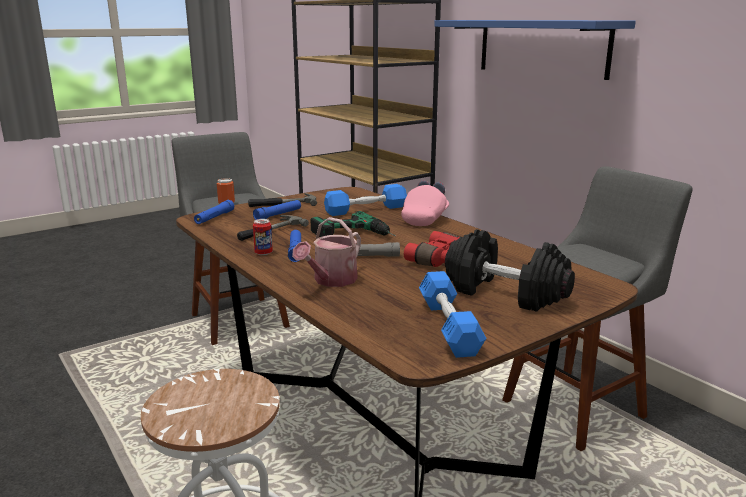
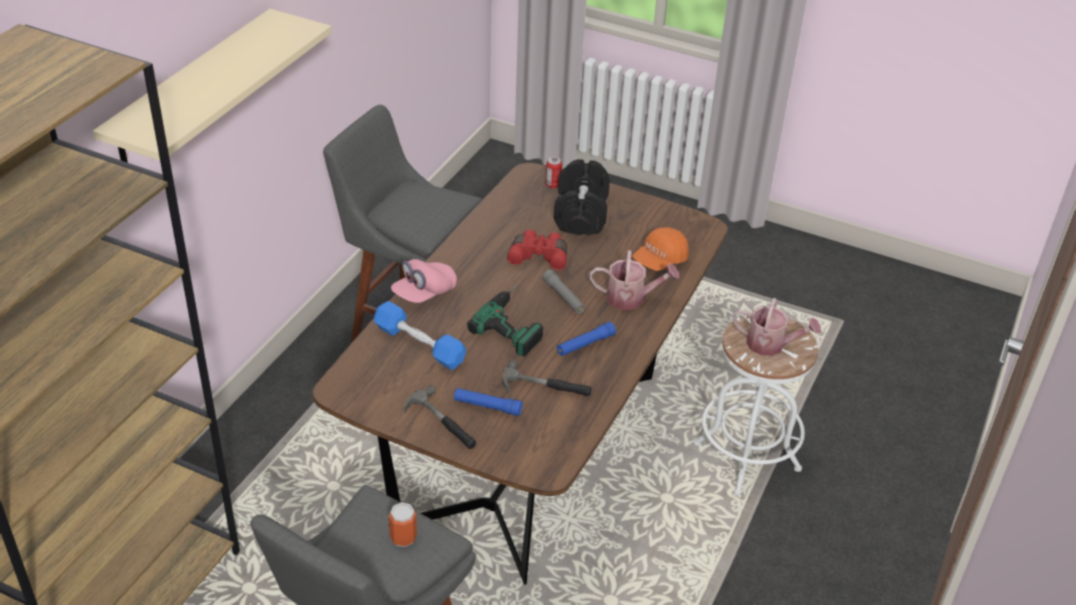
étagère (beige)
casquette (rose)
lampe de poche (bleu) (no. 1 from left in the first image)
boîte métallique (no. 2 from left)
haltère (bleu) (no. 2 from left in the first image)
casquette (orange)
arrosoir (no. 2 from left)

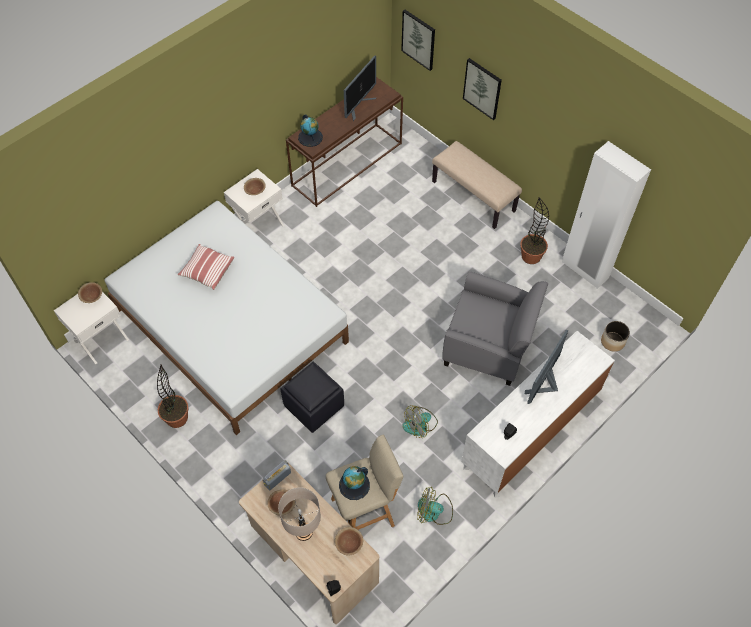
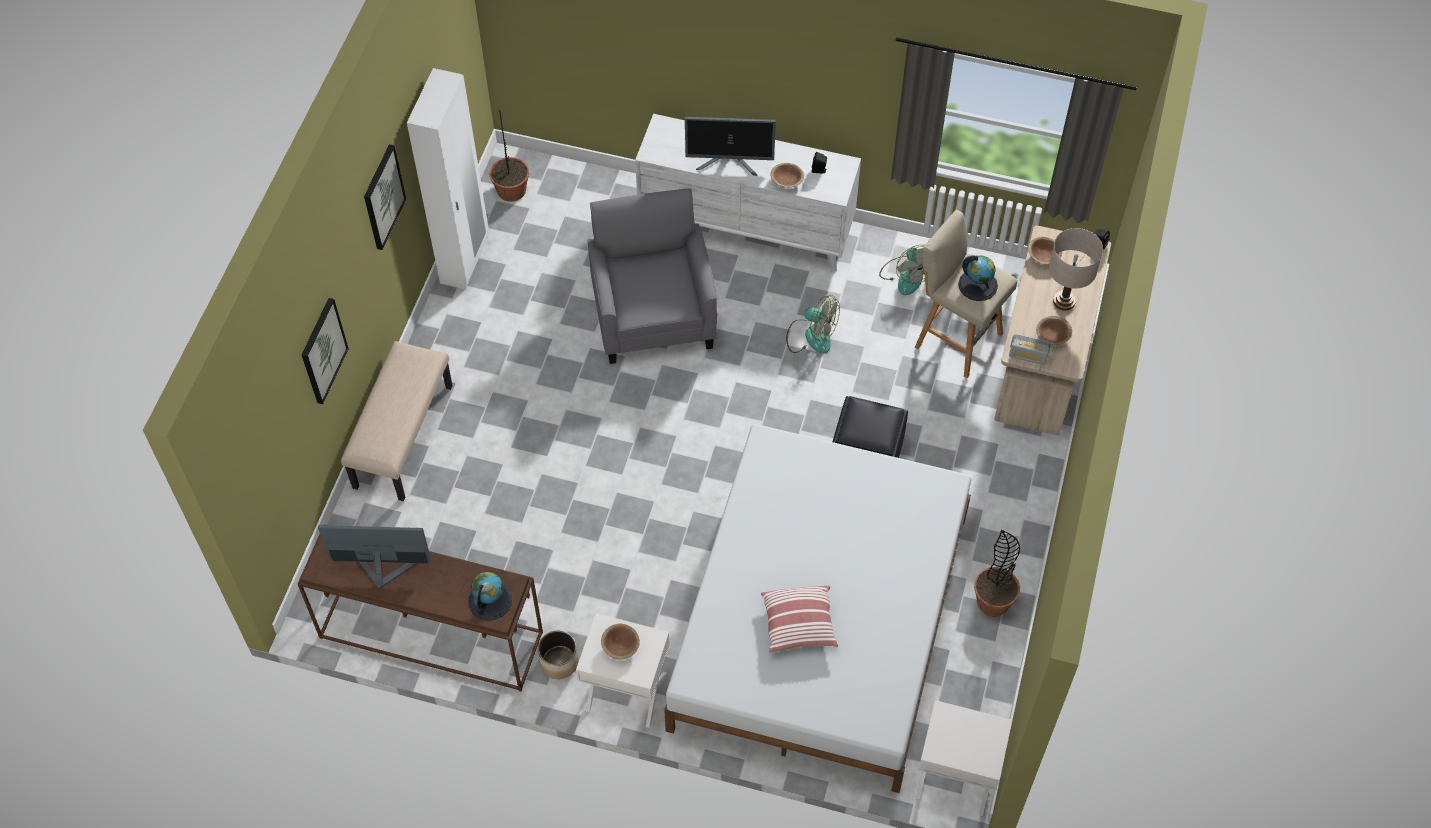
tableau (no. 2 from left)
plante en pot (no. 1 from left)
bol (marron) (no. 2 from left)
cache-pot

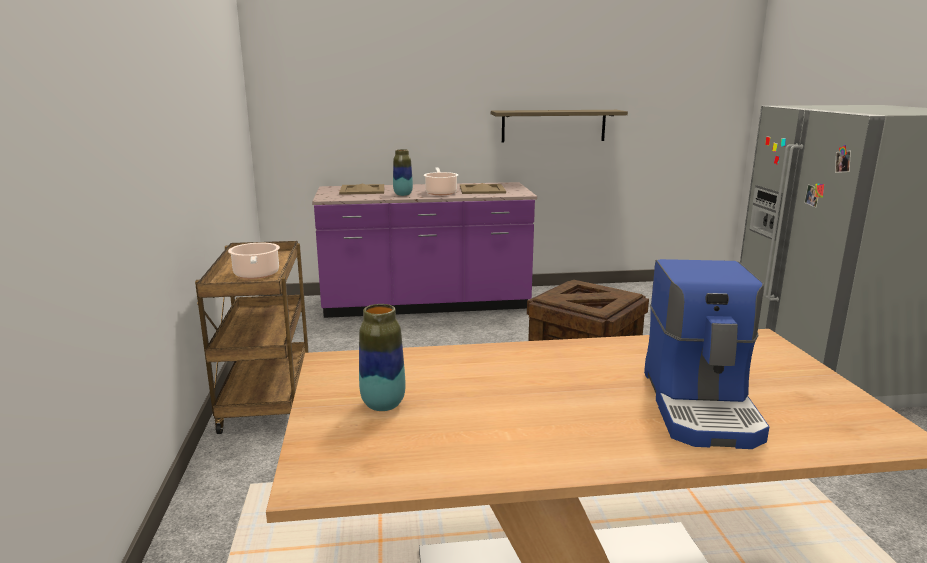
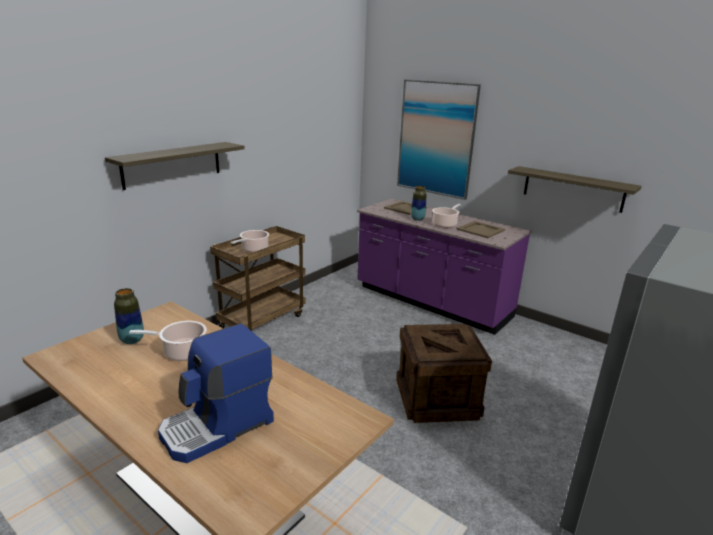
tableau
étagère (no. 1 from left)
marmite (no. 1 from left)

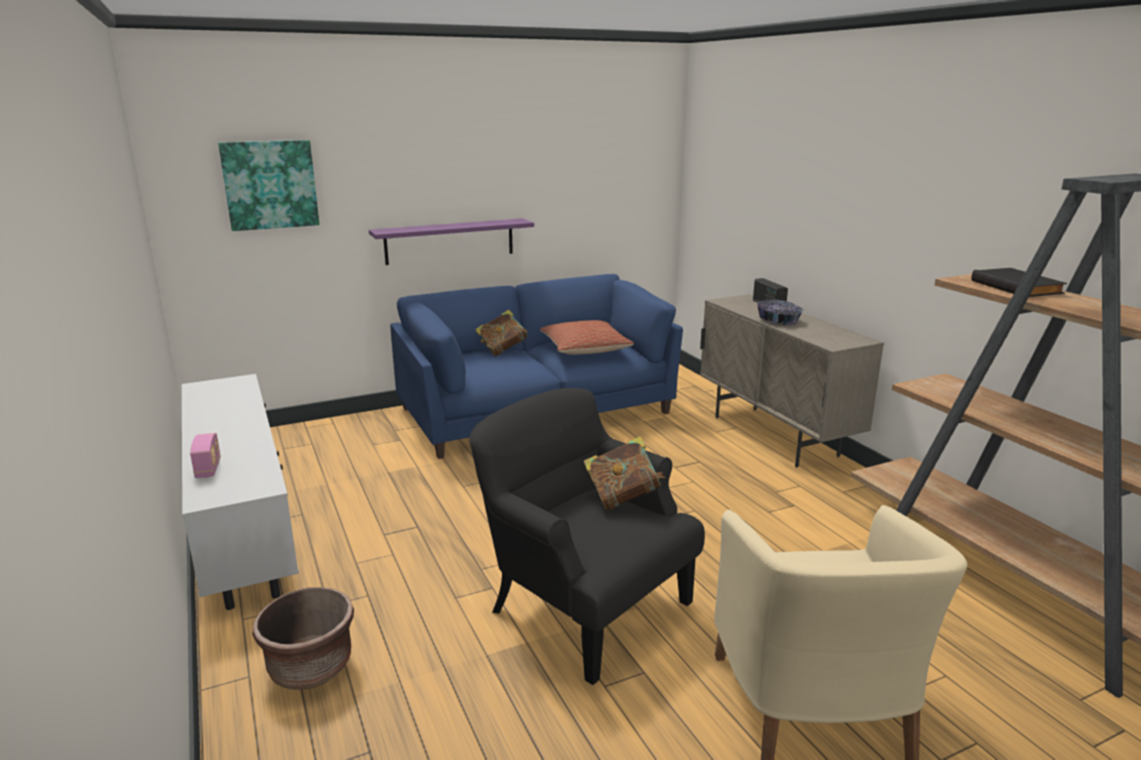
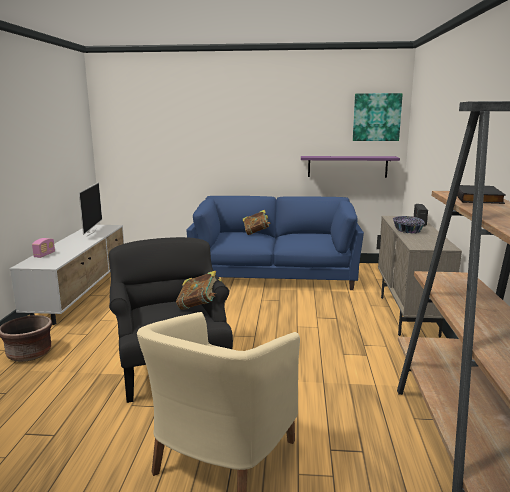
tableau
étagère (violet)
coussin
téléviseur

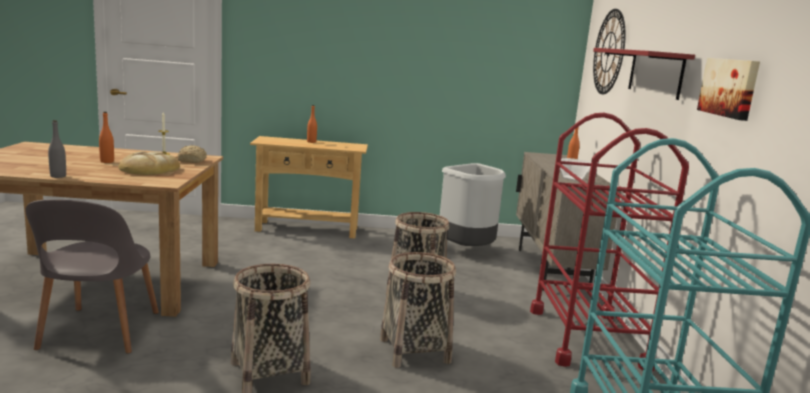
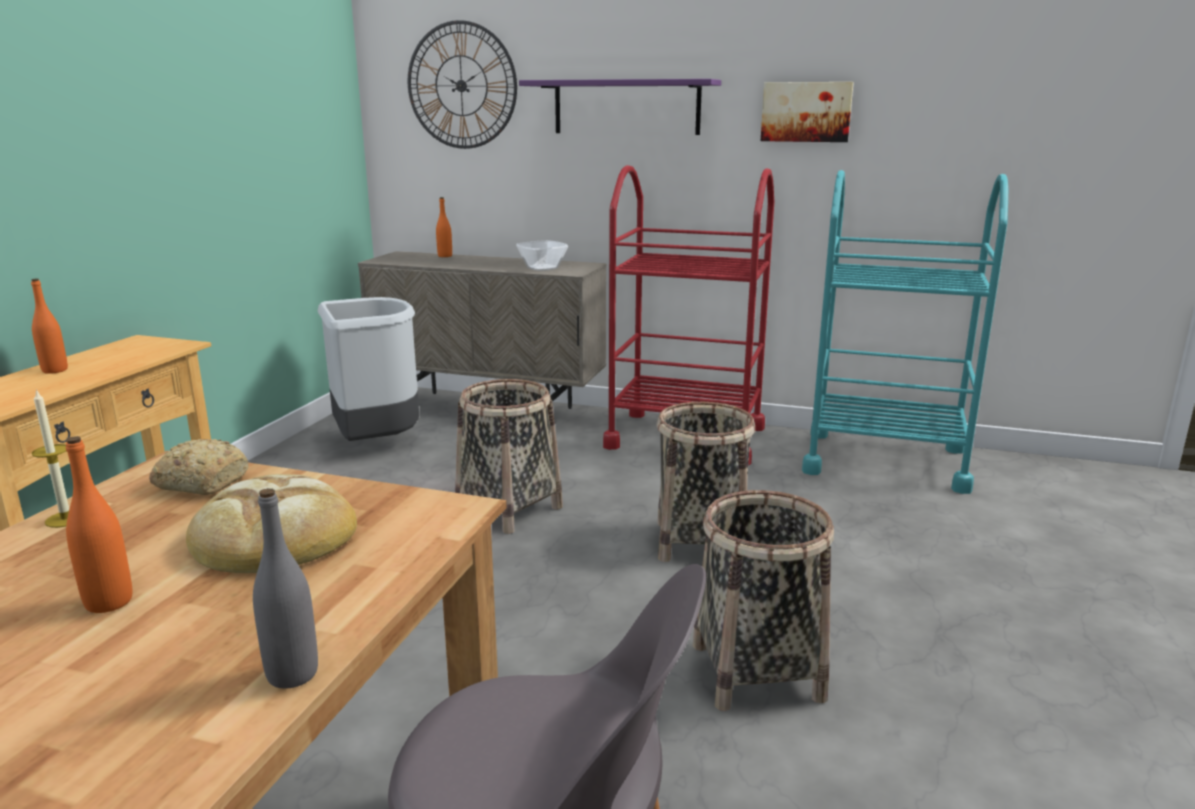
étagère (violet)

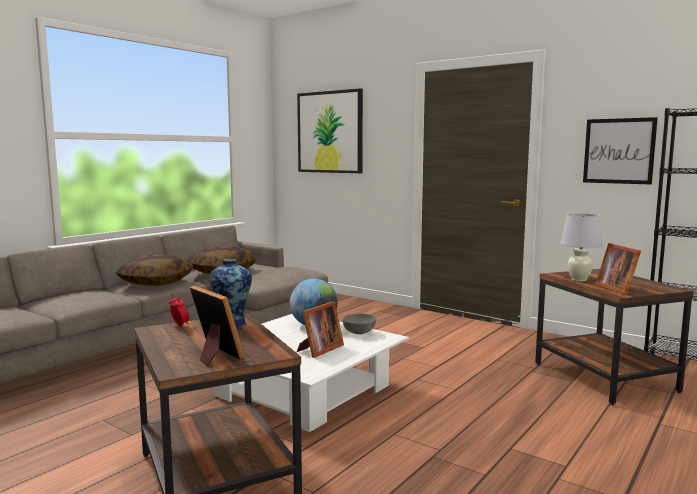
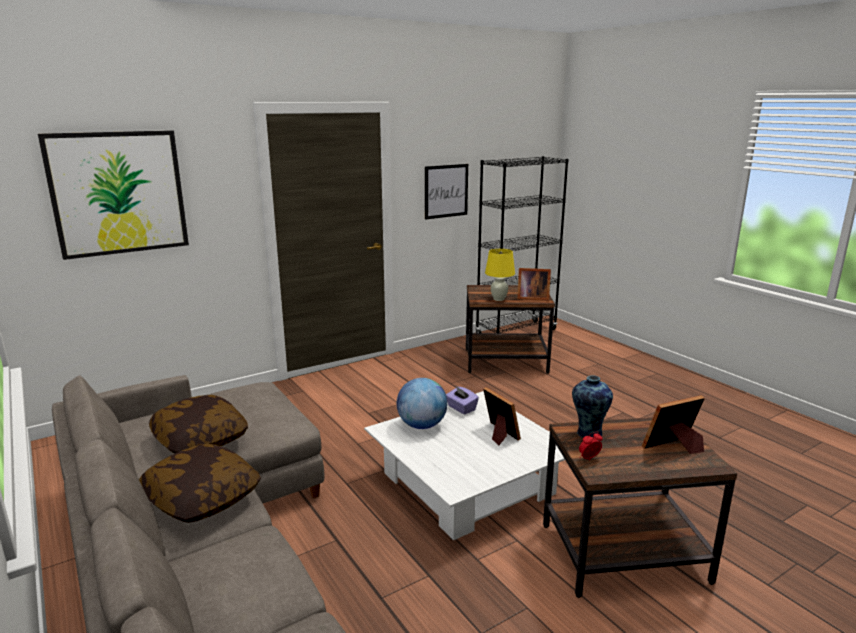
lampe de table (jaune)
boîte à mouchoirs (violet)

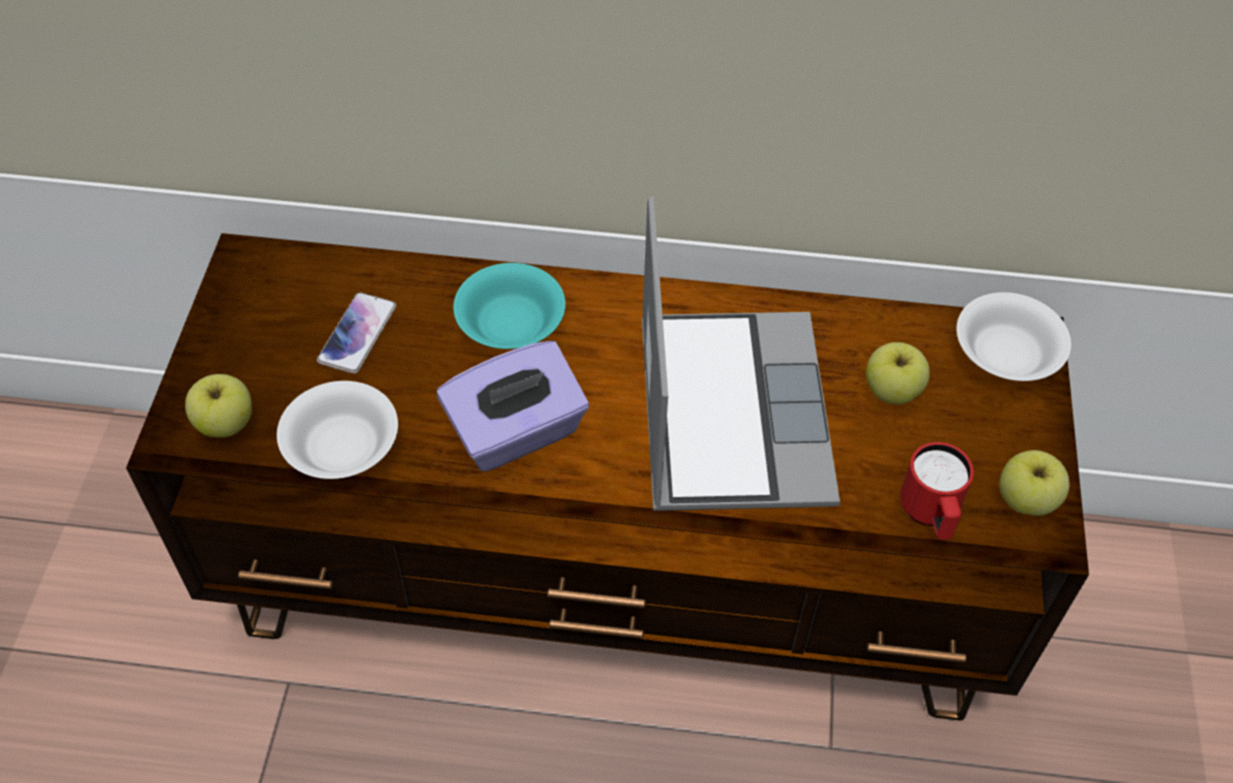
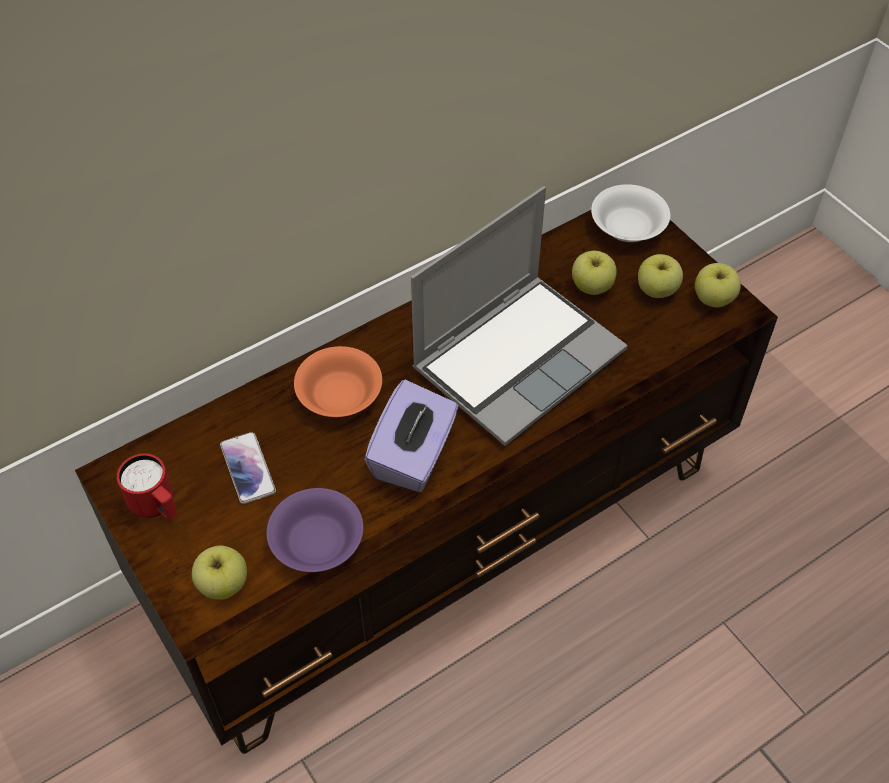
ordinateur portable
bol (orange)
bol (violet)
mug (rouge)
pomme (no. 3 from left)

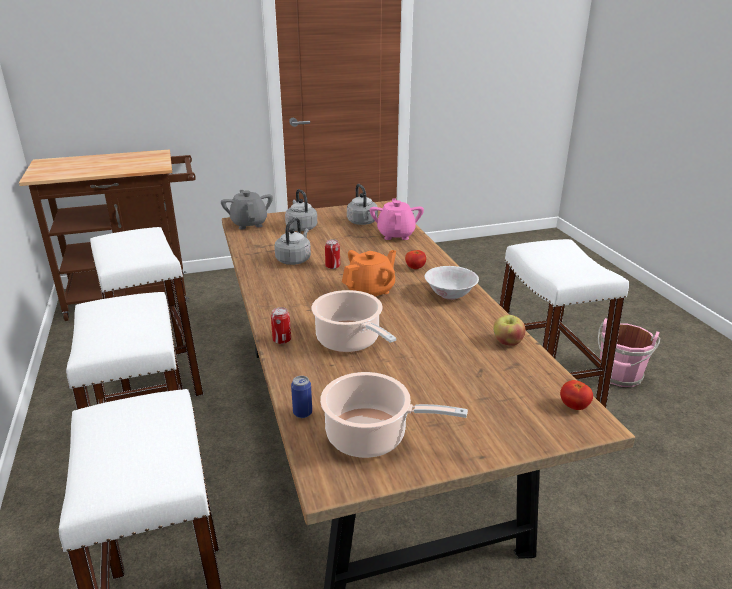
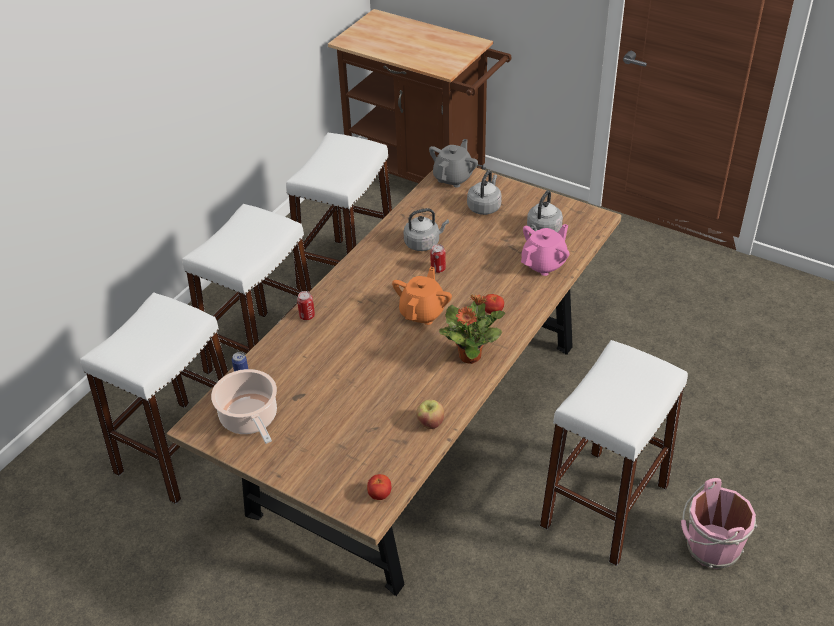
théière (orange)
plante en pot
marmite (no. 1 from left in the first image)

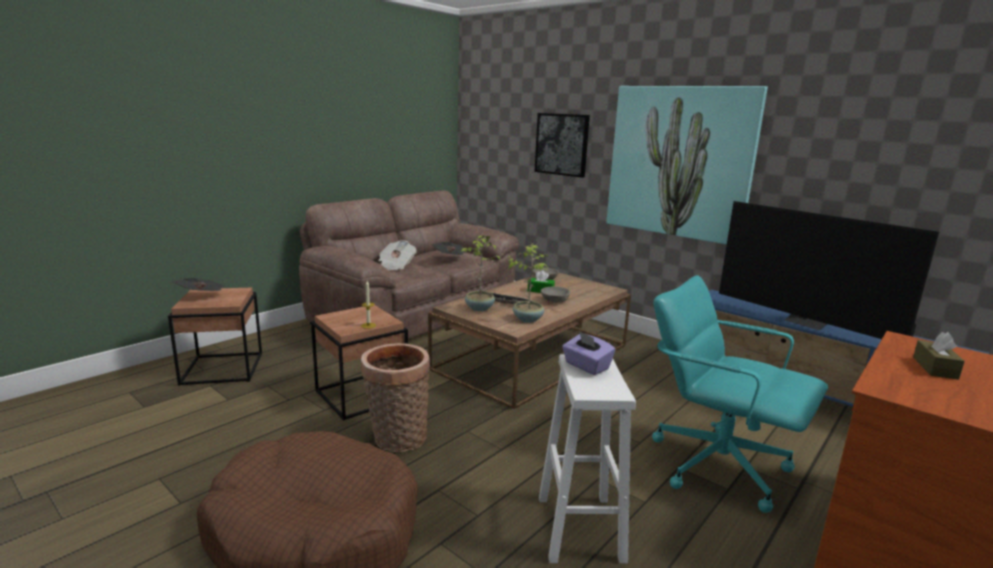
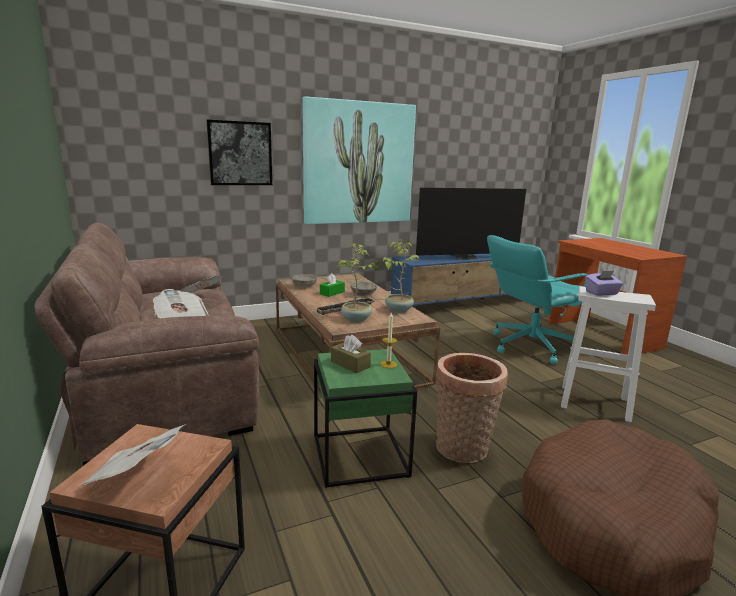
table d'appoint (vert)
boîte à mouchoirs (marron)

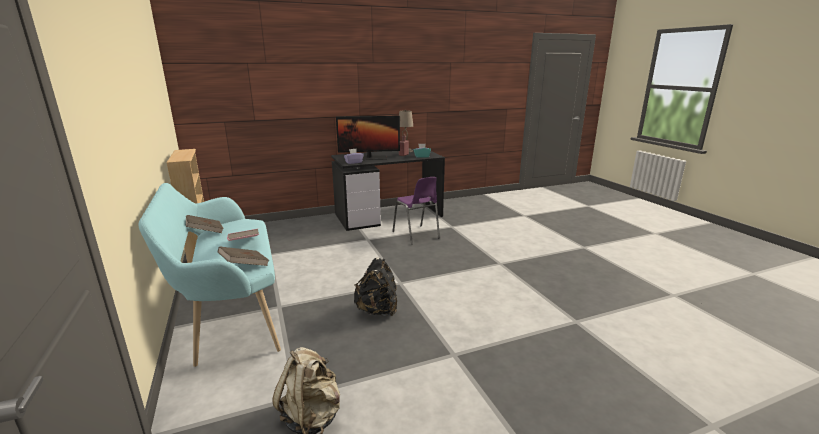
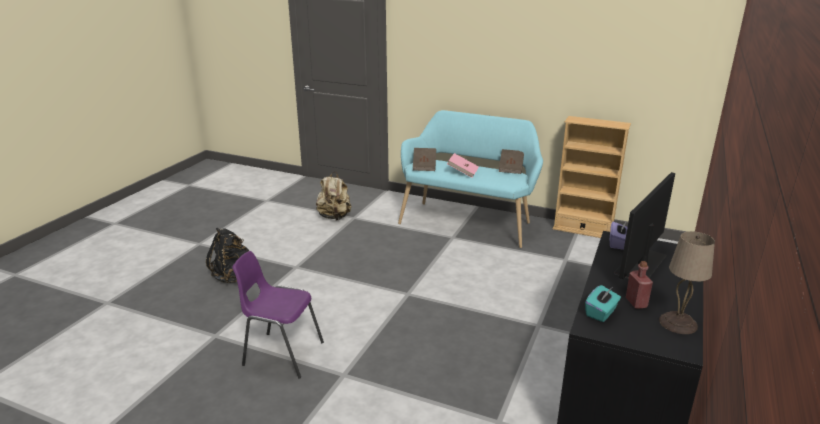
chaise (violet)
sac à dos (noir)

